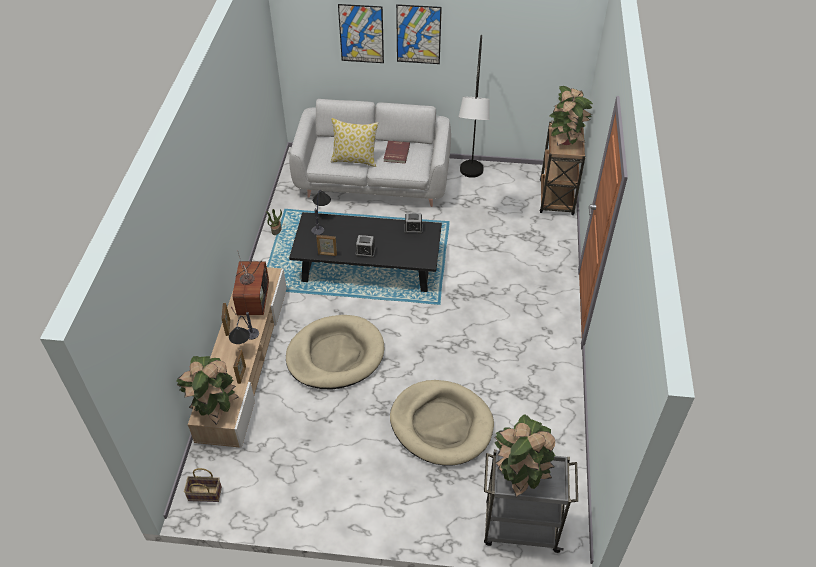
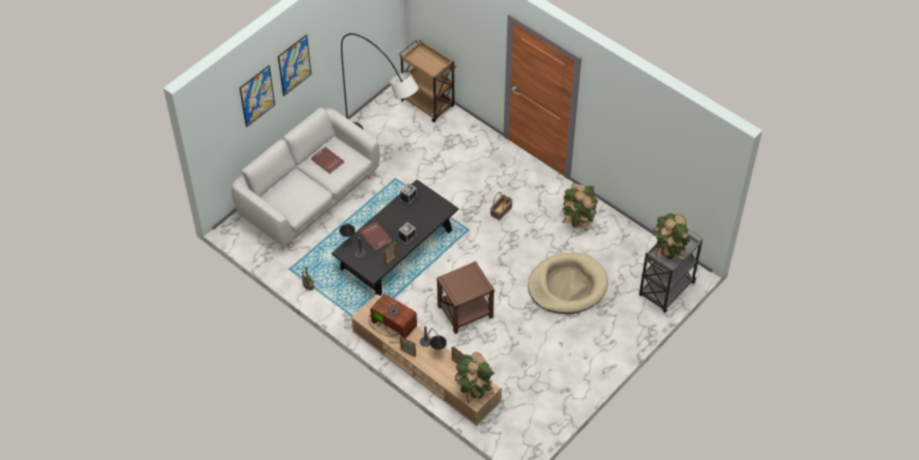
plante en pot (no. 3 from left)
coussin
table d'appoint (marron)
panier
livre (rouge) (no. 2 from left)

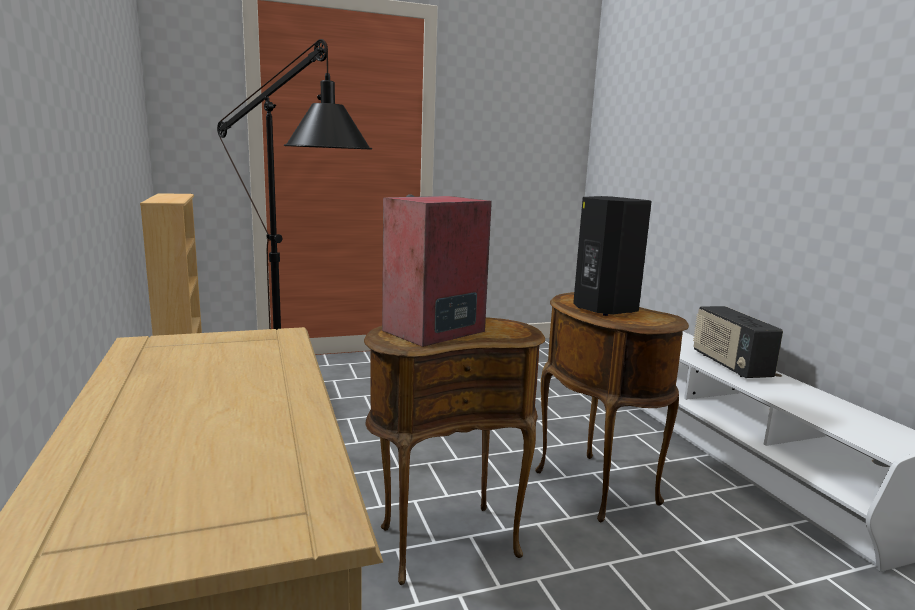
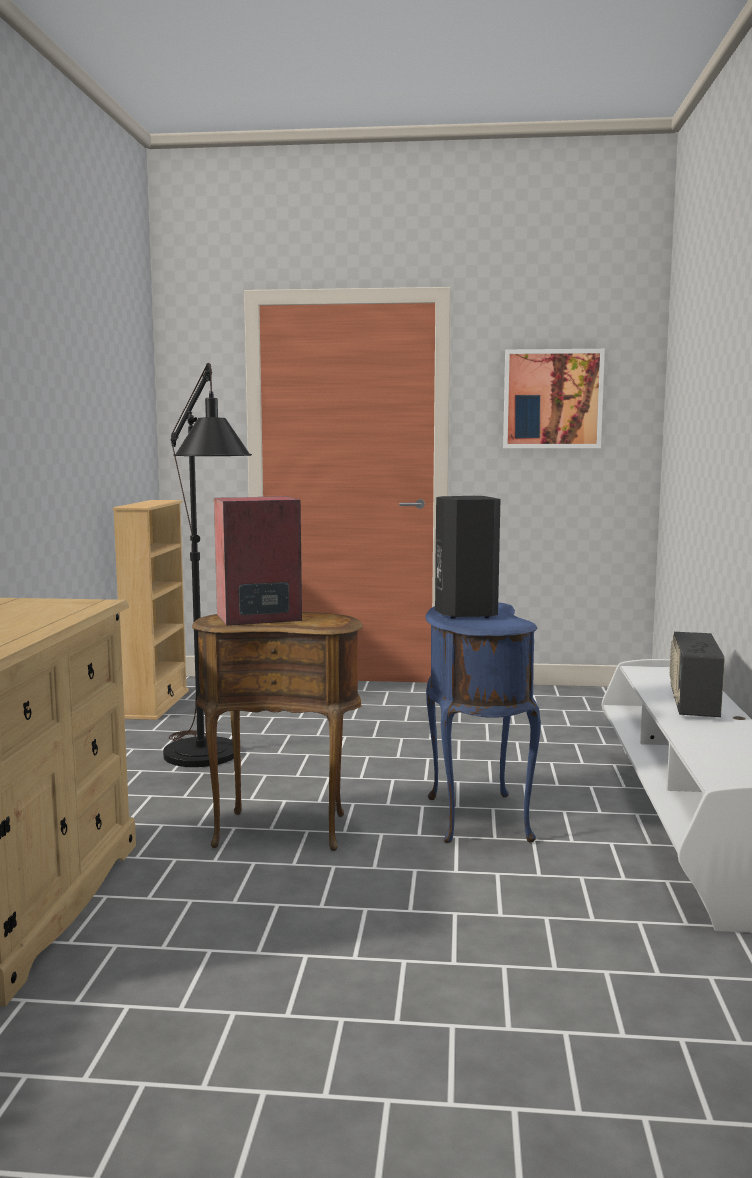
table d'appoint (bleu)
tableau

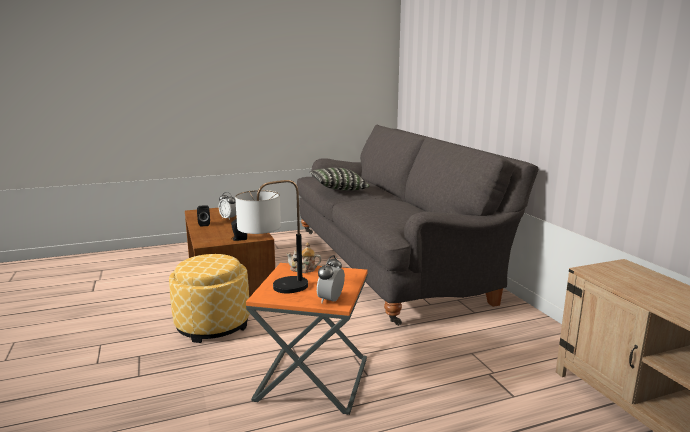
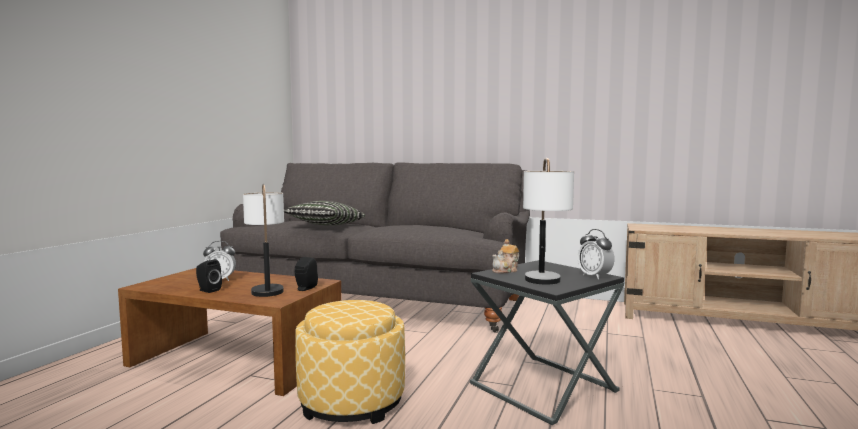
table d'appoint (noir)
lampe de table (no. 1 from left)

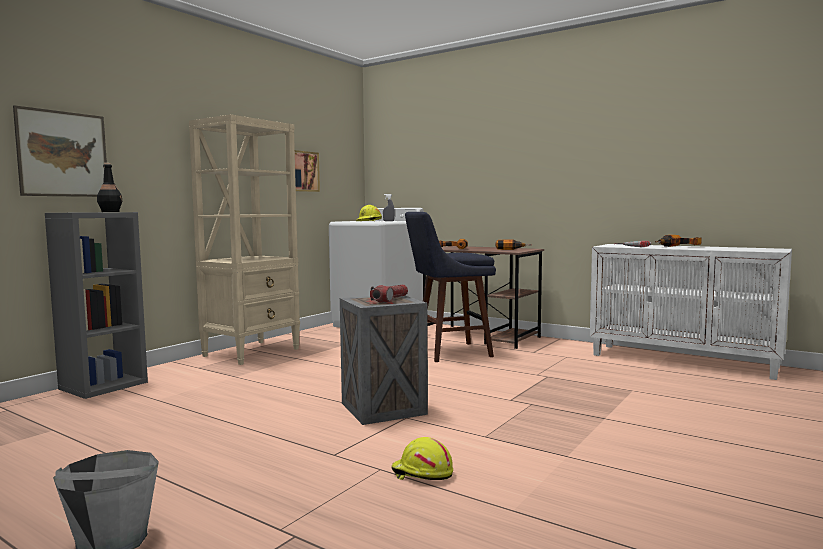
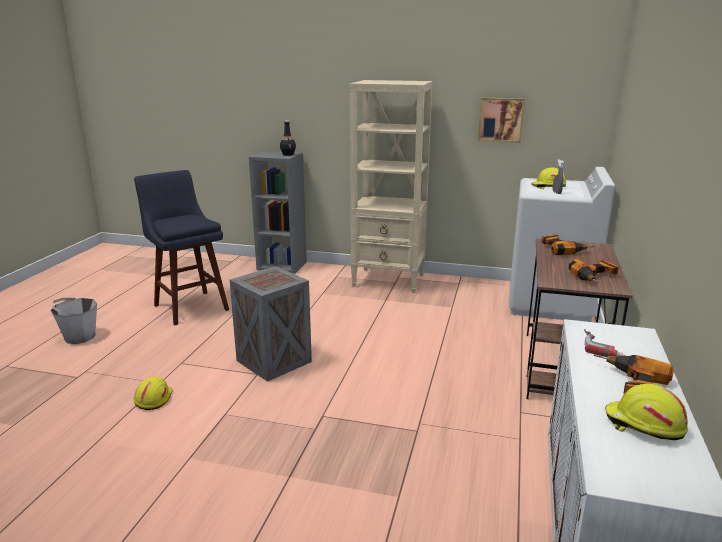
tableau (no. 1 from left in the first image)
tabouret (bleu)
lampe de poche
casque de chantier (jaune) (no. 3 from left)

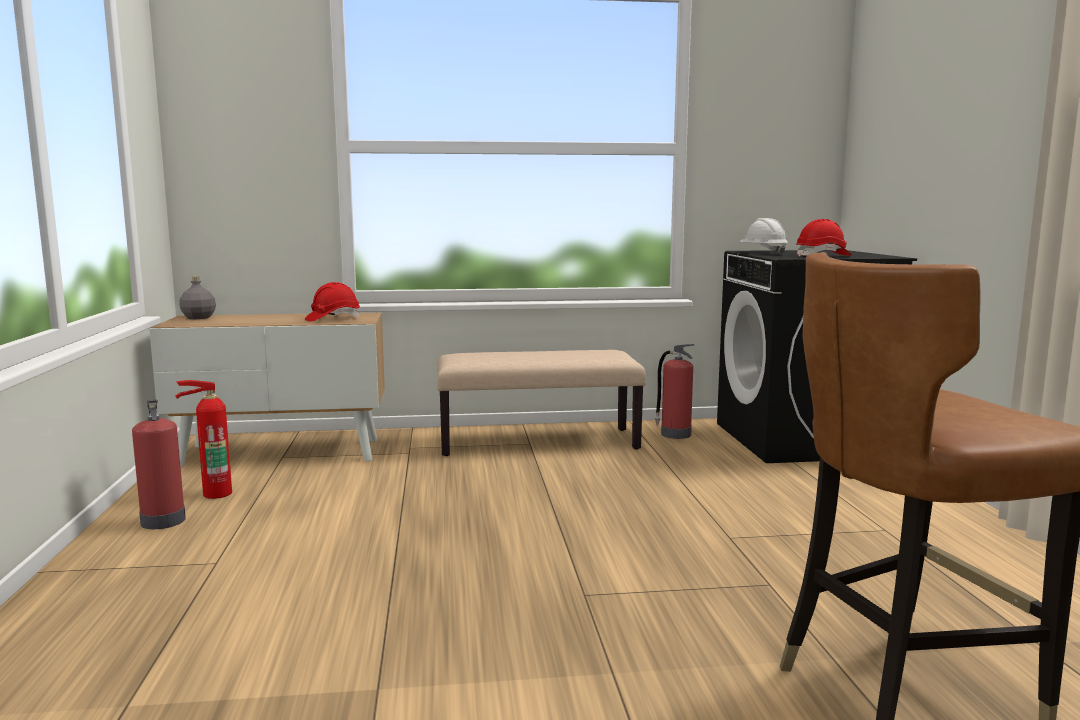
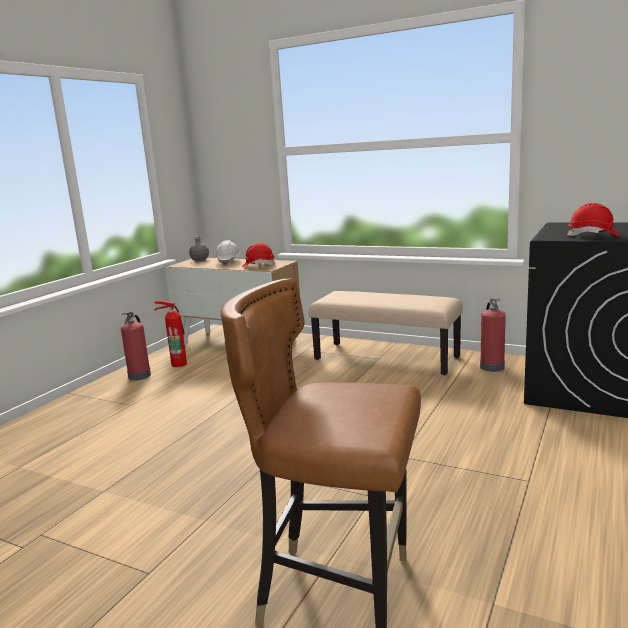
casque de chantier (blanc)

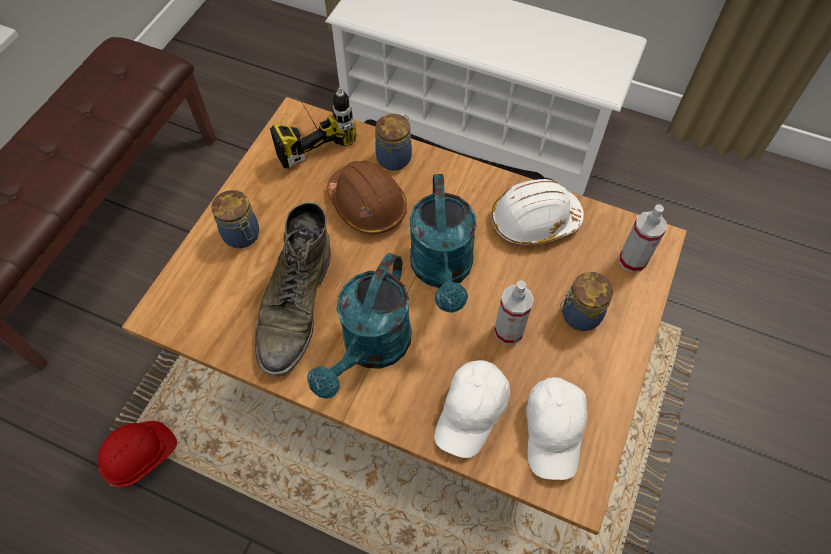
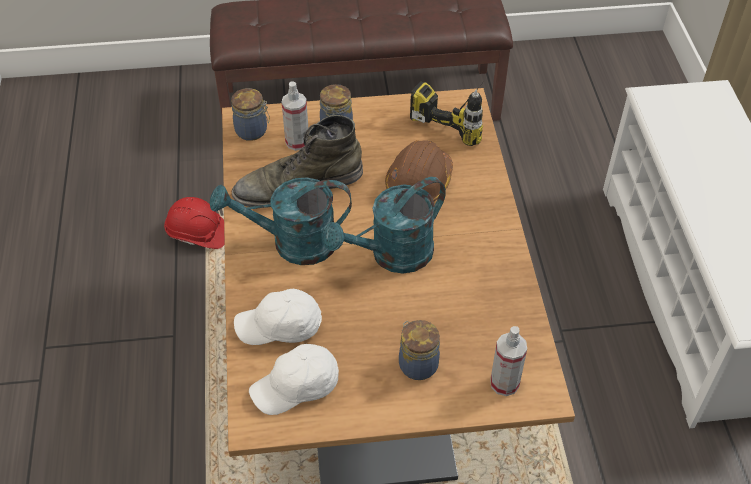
bocal (no. 1 from left)
casque de chantier (blanc)
vaporisateur (no. 1 from left)

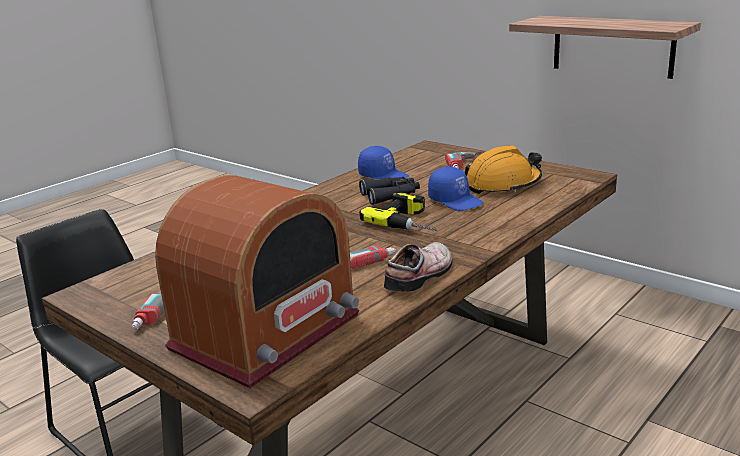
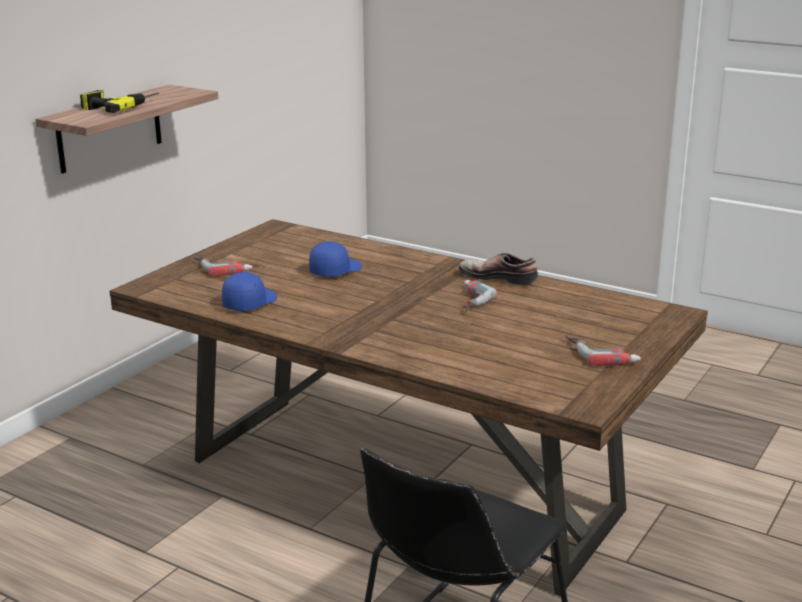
casque de chantier (orange)
radio
jumelles (noir)
perceuse (no. 1 from left)

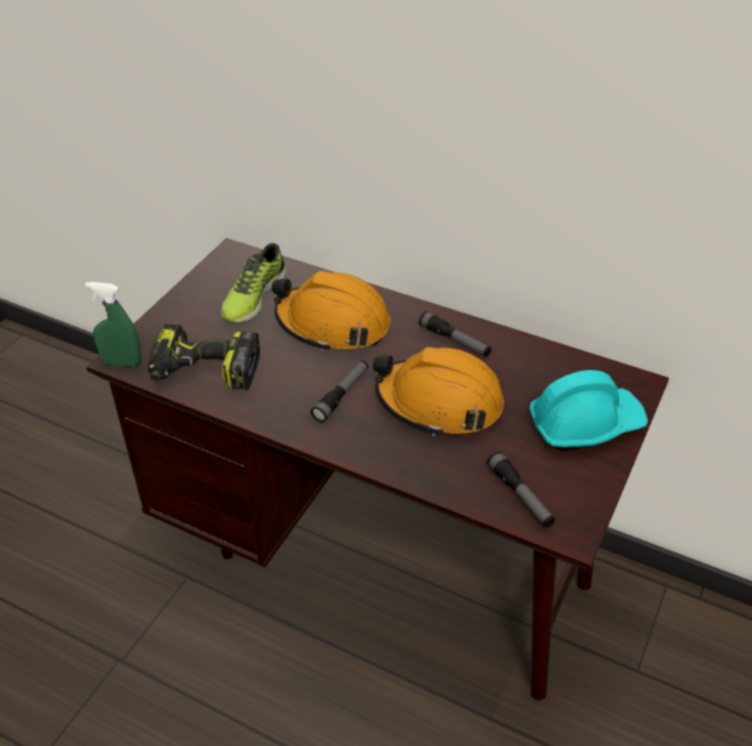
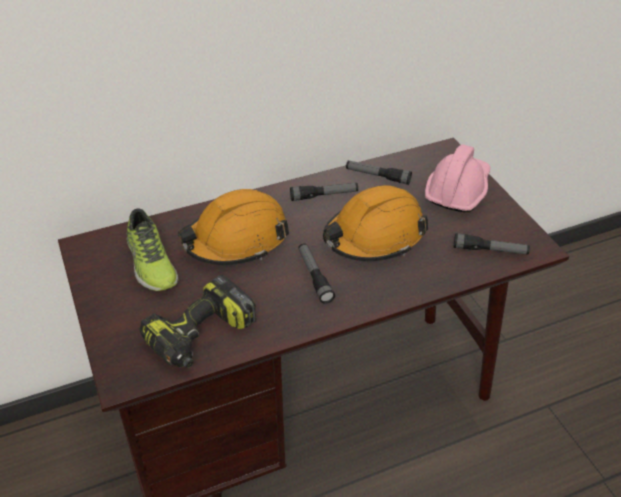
vaporisateur (vert)
casque de chantier (rose)
lampe de poche (no. 3 from left)

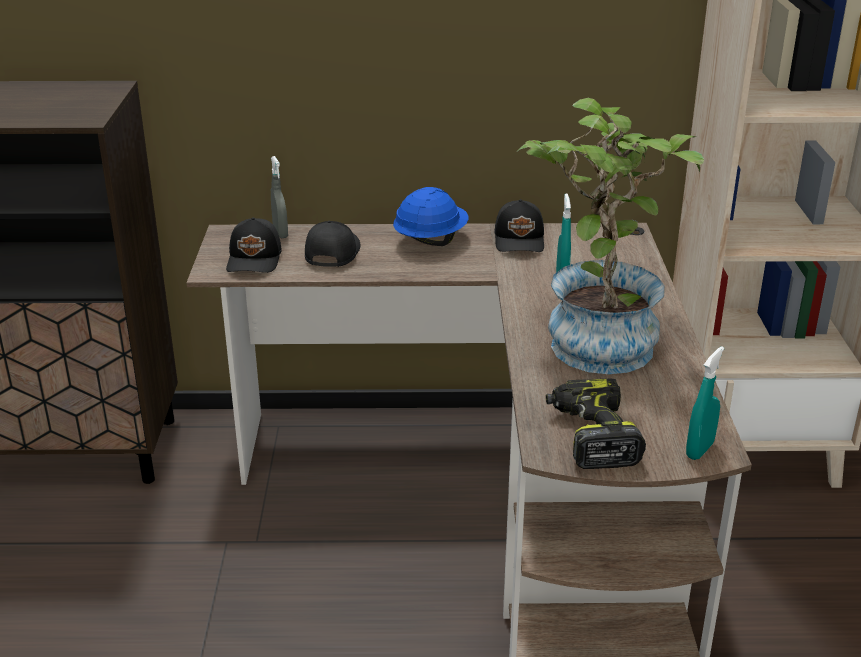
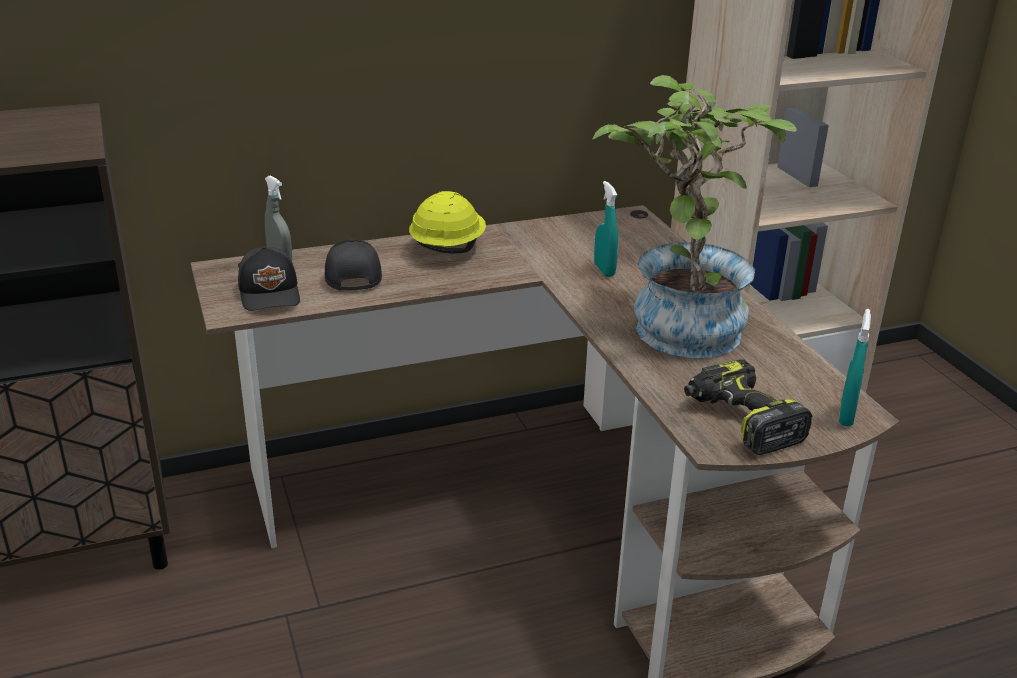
casque de chantier (jaune)
casquette (noir) (no. 3 from left in the first image)

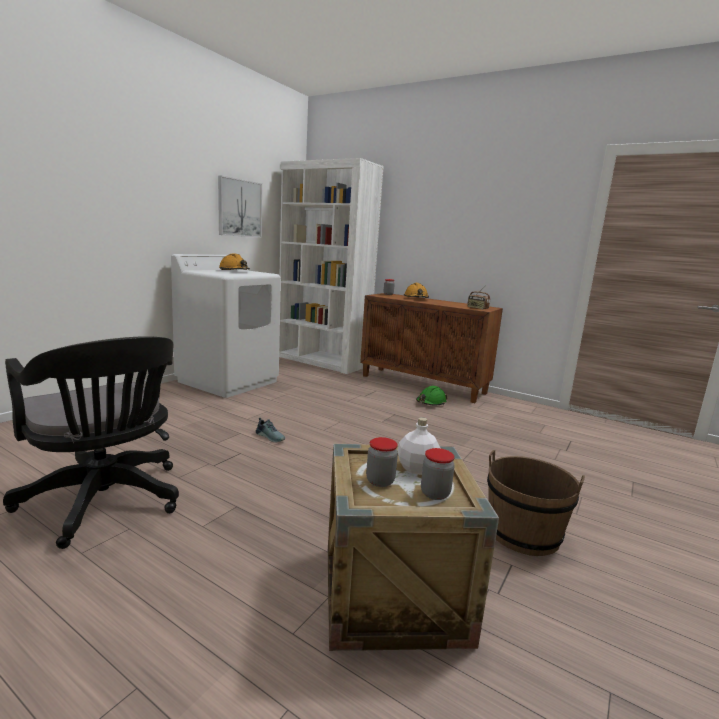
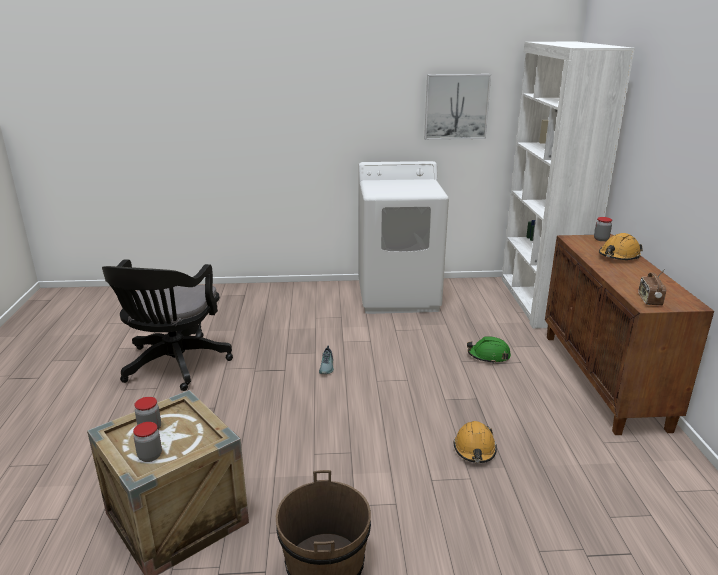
casque de chantier (orange) (no. 1 from left)
casque de chantier (vert)
bouteille (blanc)

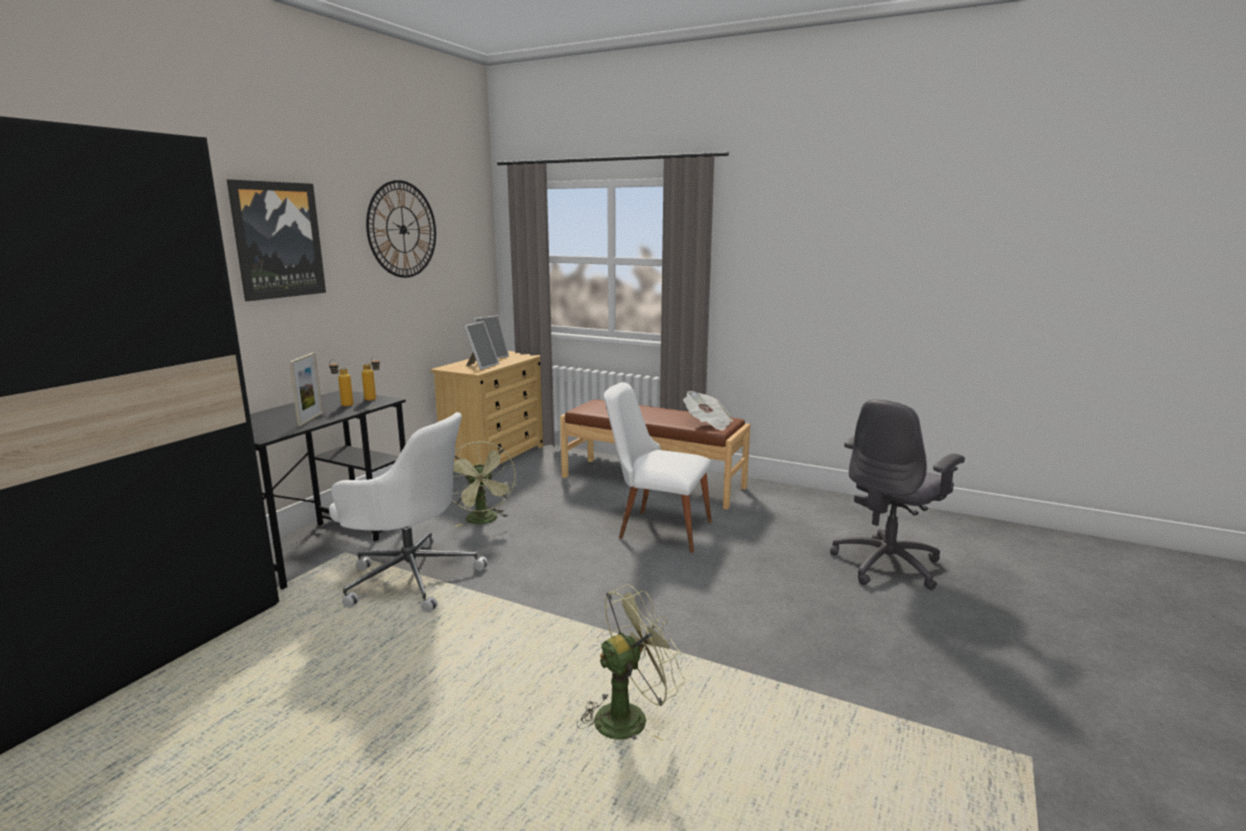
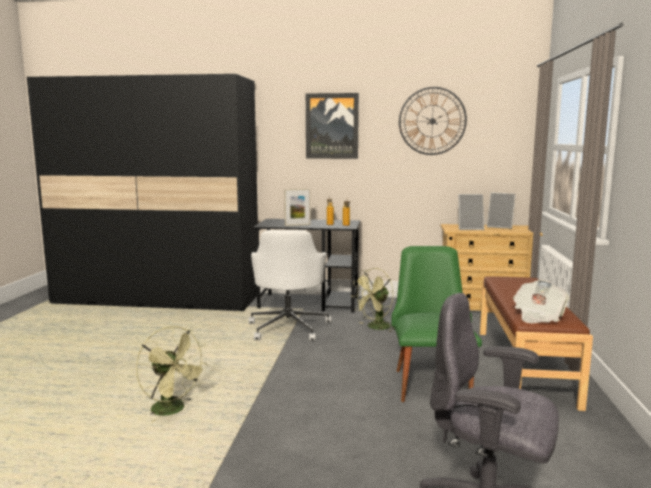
chaise (vert)

